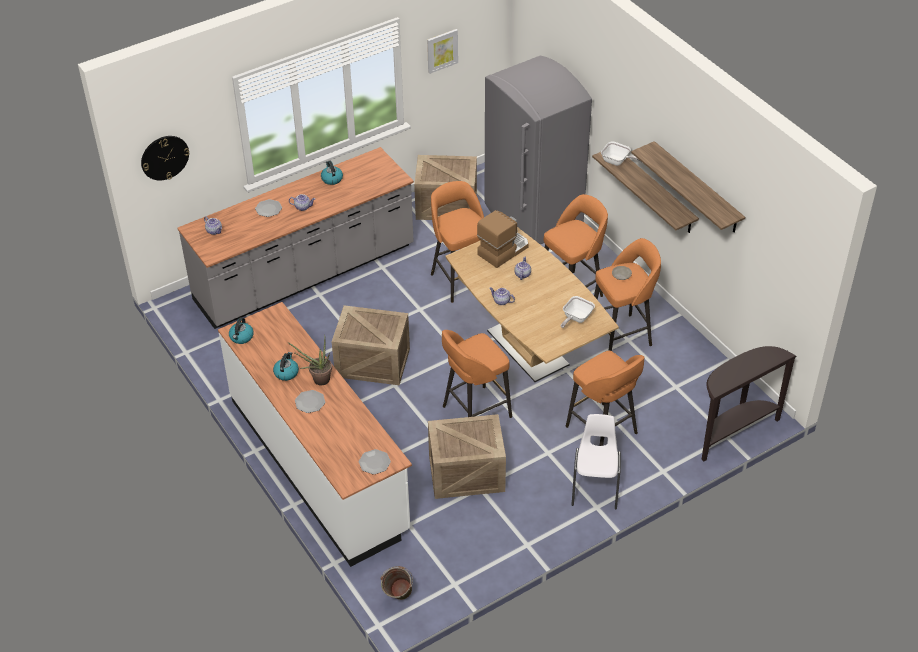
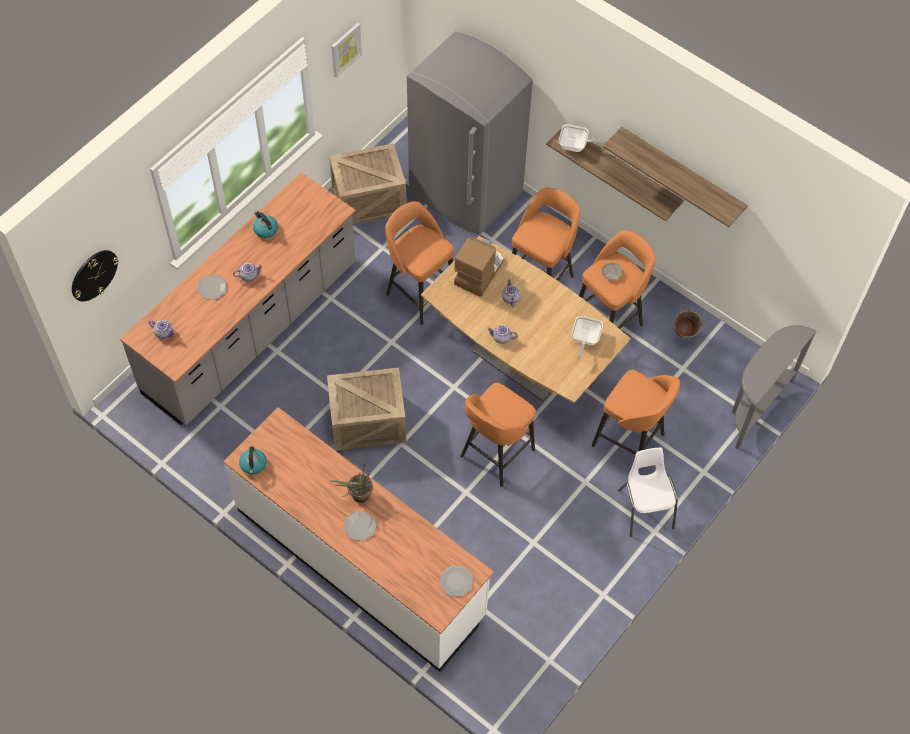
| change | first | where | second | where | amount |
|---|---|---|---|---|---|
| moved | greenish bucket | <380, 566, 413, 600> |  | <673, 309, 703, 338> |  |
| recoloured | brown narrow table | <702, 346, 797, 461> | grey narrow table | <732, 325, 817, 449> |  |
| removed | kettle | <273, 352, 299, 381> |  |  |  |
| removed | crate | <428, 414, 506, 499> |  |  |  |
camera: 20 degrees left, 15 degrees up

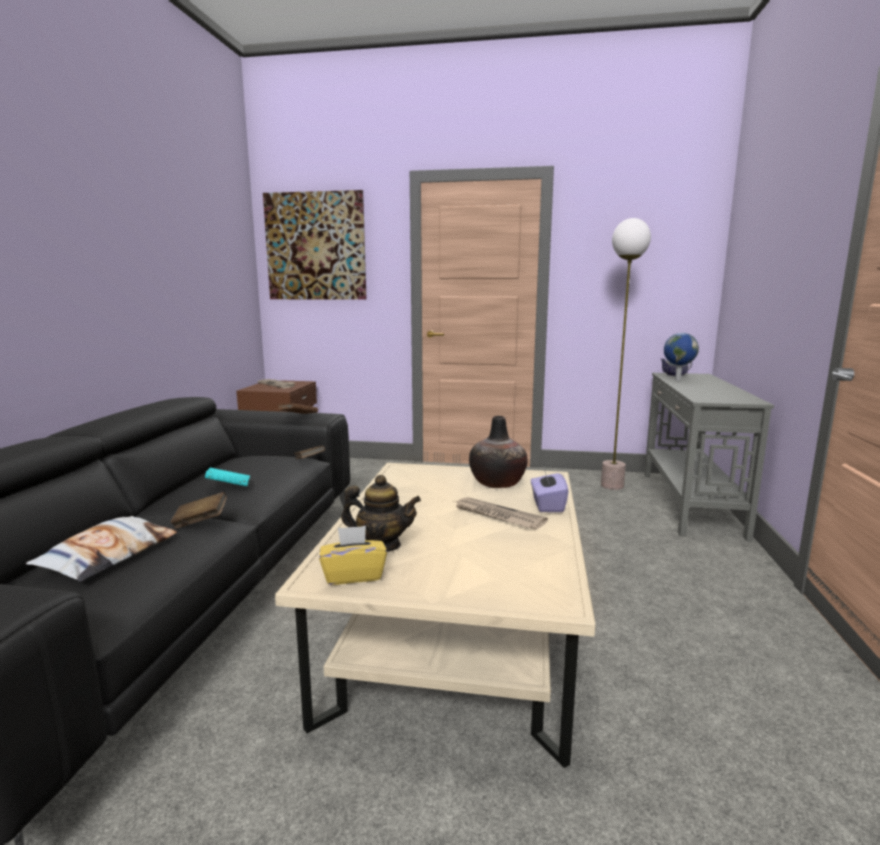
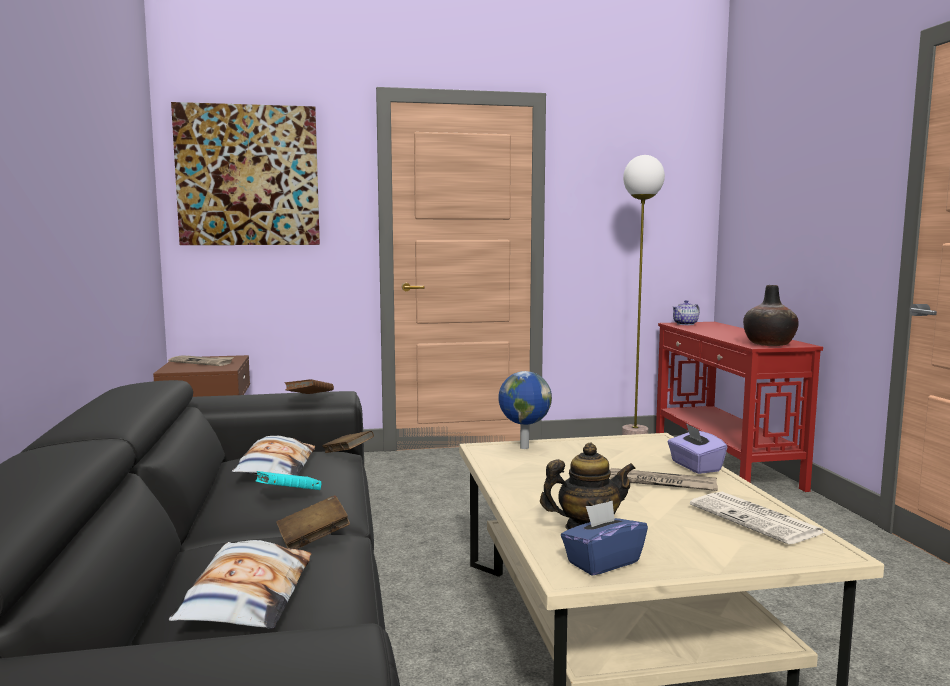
| change | first | where | second | where | amount |
|---|---|---|---|---|---|
| added |  |  | cushion | <232, 436, 315, 476> |  |
| moved | globe | <664, 333, 699, 380> |  | <498, 371, 552, 449> |  |
| recoloured | yellow tissue holder | <319, 526, 387, 585> | blue tissue holder | <561, 500, 648, 576> |  |
| recoloured | grey narrow table | <644, 373, 774, 541> | red-coloured narrow table | <656, 322, 823, 492> |  |
| added |  |  | daily paper | <690, 492, 826, 544> |  |
| moved | decorative vase | <469, 416, 528, 488> |  | <743, 285, 799, 346> |  |
camera: 20 degrees left, 5 degrees down

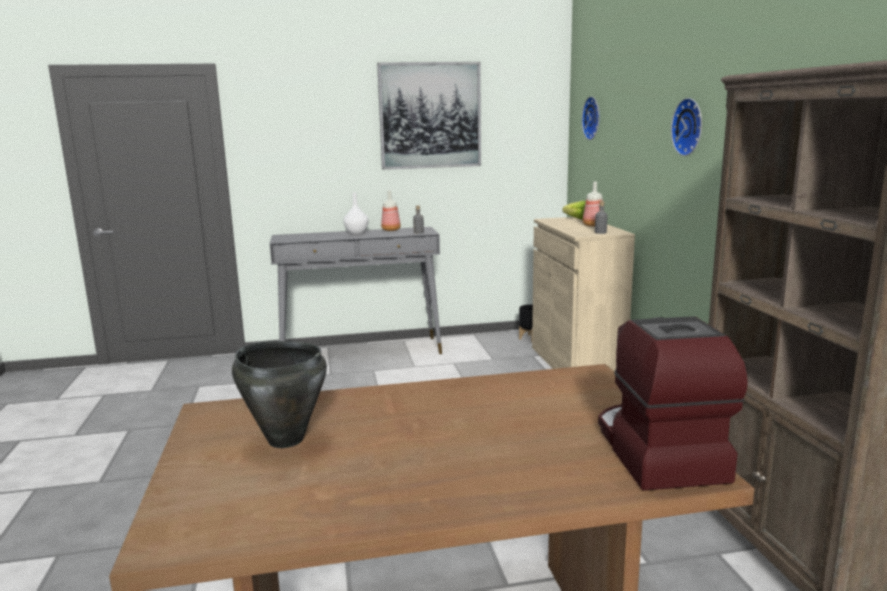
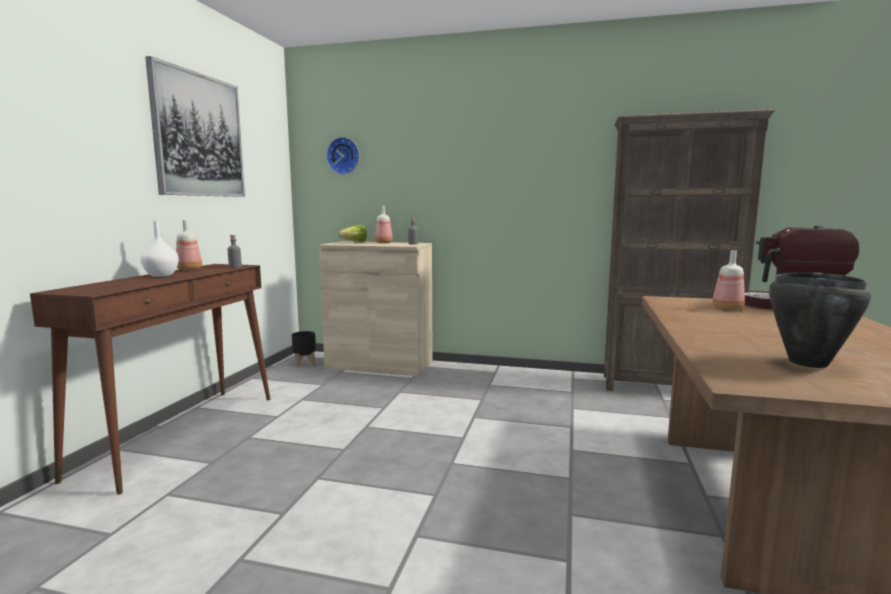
| change | first | where | second | where | amount |
|---|---|---|---|---|---|
| recoloured | grey narrow table | <269, 227, 442, 354> | brown narrow table | <30, 264, 270, 495> |  |
| added |  |  | bottle | <712, 250, 745, 310> |  |
| removed | clock on the wall | <671, 98, 702, 156> |  |  |  |
camera: 65 degrees left, 5 degrees down

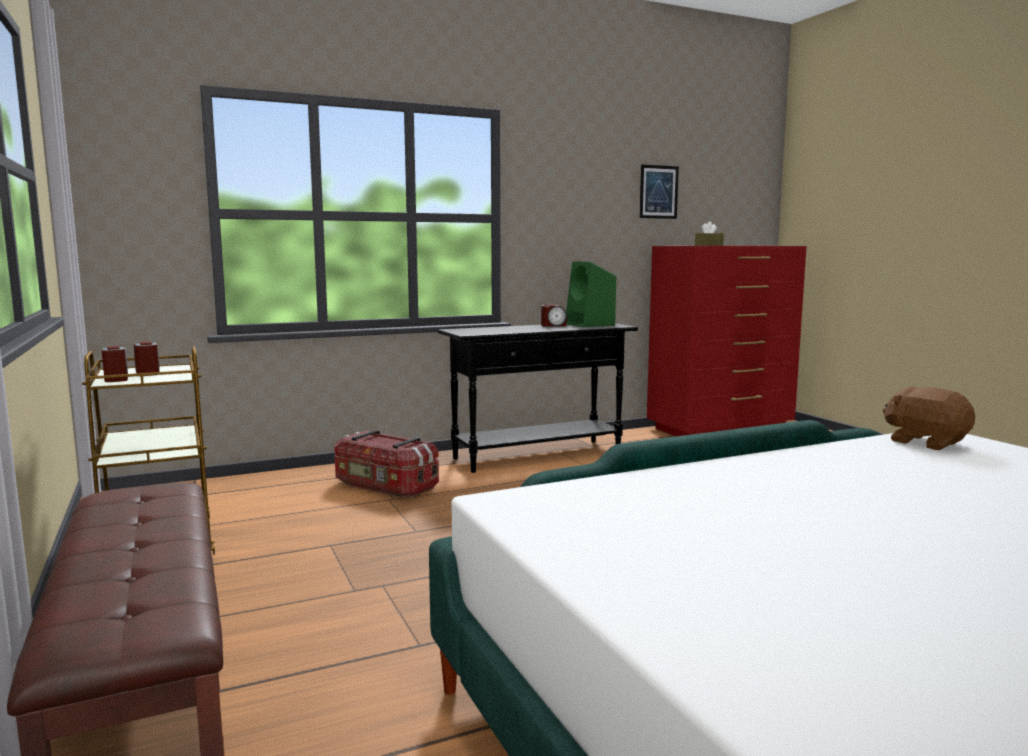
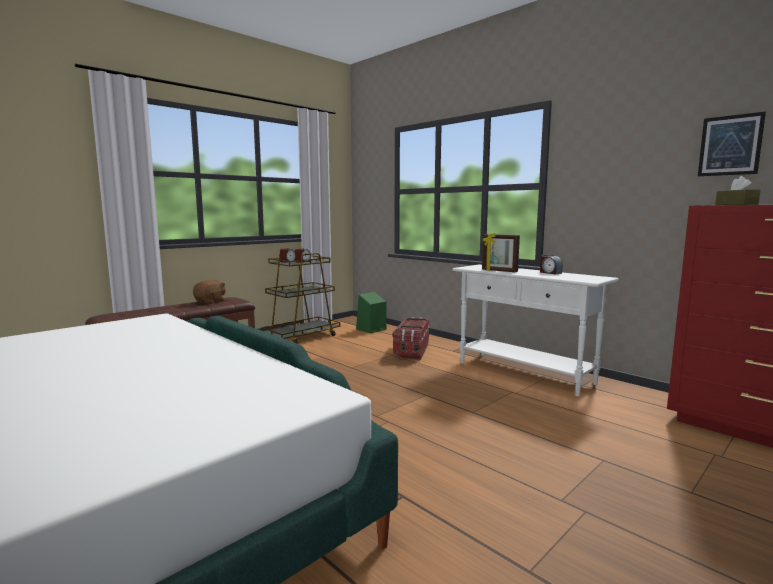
| change | first | where | second | where | amount |
|---|---|---|---|---|---|
| moved | brown cuddly toy | <883, 387, 975, 450> |  | <193, 280, 226, 304> |  |
| moved | greenish speaker | <566, 261, 616, 327> |  | <356, 292, 387, 333> |  |
| recoloured | black-coloured narrow table | <438, 323, 638, 473> | whitish narrow table | <452, 264, 619, 396> |  |
| added |  |  | photo frame | <482, 233, 520, 272> |  |
camera: 70 degrees right, 0 degrees up

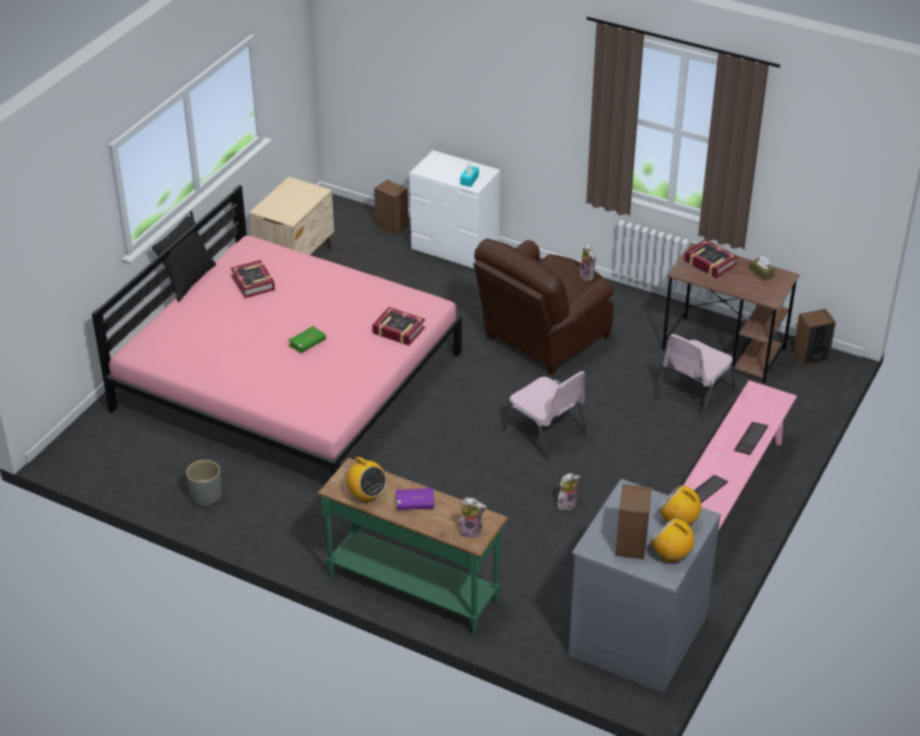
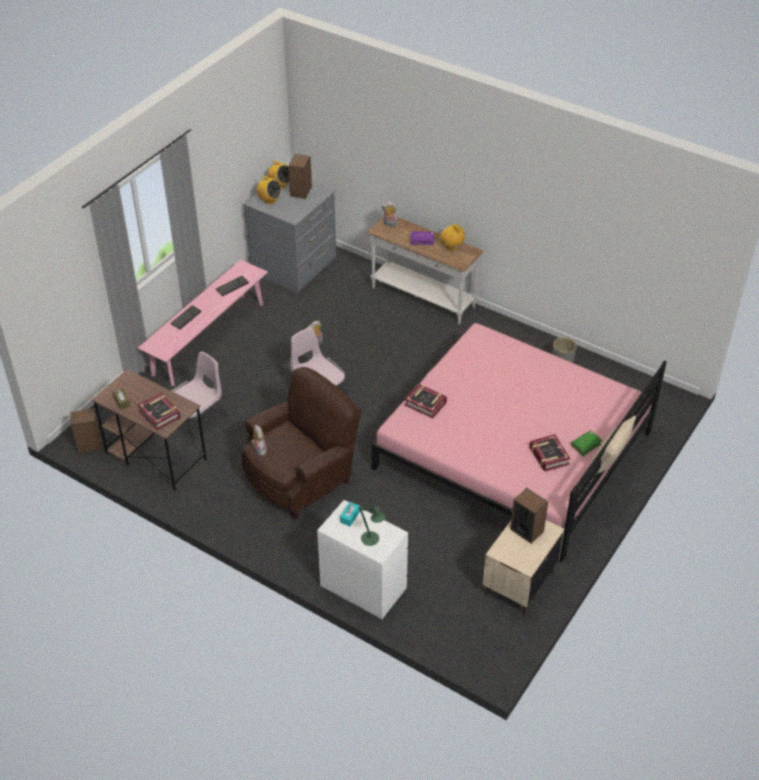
| change | first | where | second | where | amount |
|---|---|---|---|---|---|
| added |  |  | greenish tabletop lamp | <359, 505, 385, 546> |  |
| recoloured | greenish narrow table | <317, 458, 508, 635> | whitish narrow table | <366, 216, 483, 325> |  |
| moved | speaker | <374, 180, 408, 236> |  | <510, 488, 548, 544> |  |
| moved | greenish volume | <288, 326, 326, 353> |  | <571, 431, 603, 456> |  |
| recoloured | black-coloured cushion | <152, 211, 216, 302> | beige cushion | <590, 415, 636, 477> |  |
camera: 175 degrees left, 5 degrees up

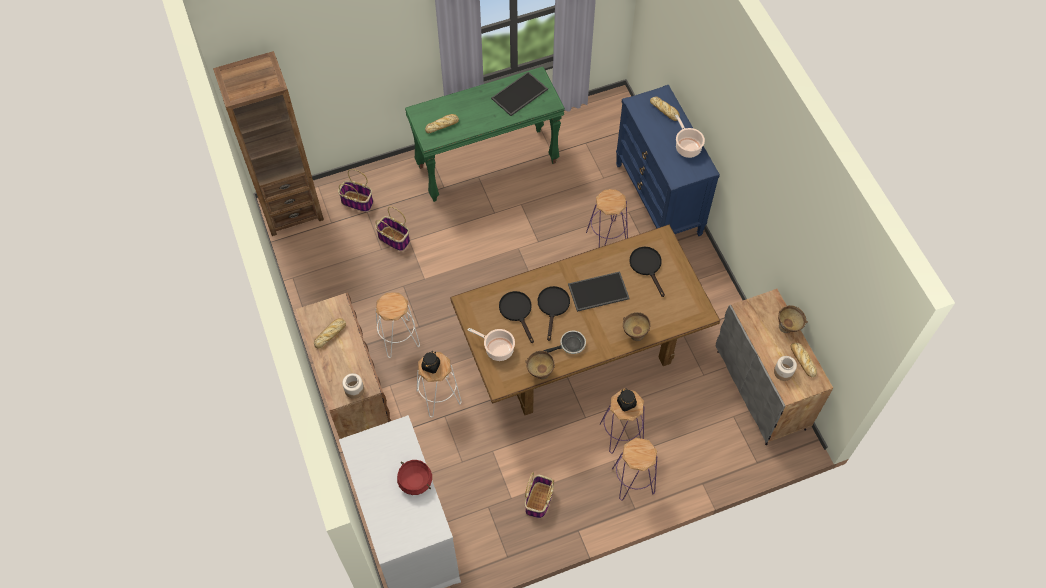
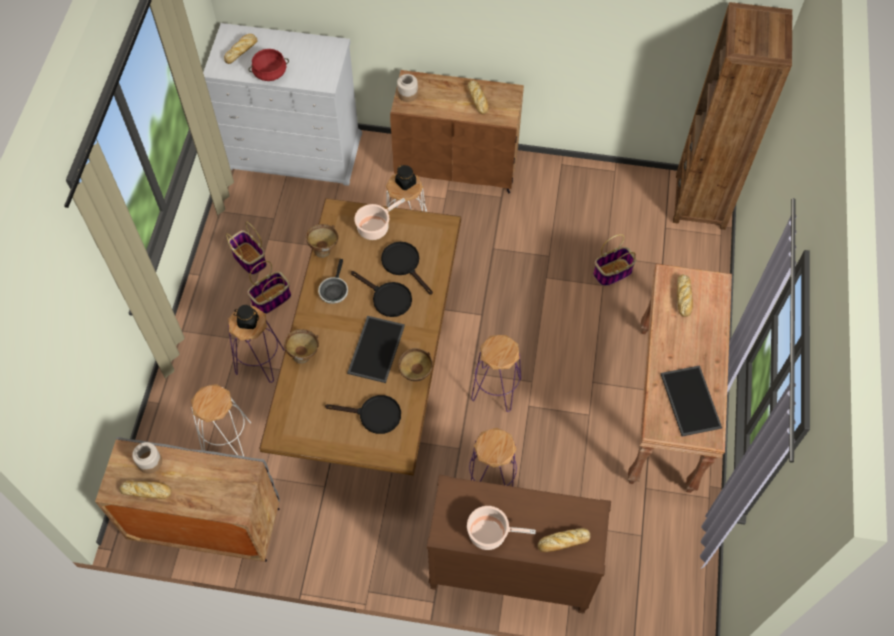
| change | first | where | second | where | amount |
|---|---|---|---|---|---|
| moved | whitish stool | <376, 292, 420, 358> |  | <191, 384, 251, 456> |  |
| added |  |  | baked bread | <224, 34, 258, 64> |  |
| moved | household basket | <338, 169, 373, 212> |  | <247, 261, 291, 314> |  |
| turned | black-coloured pan | <499, 291, 534, 343> |  | <381, 242, 433, 295> | 135 degrees counterclockwise |
| moved | brown deep dish | <778, 305, 808, 333> |  | <398, 348, 433, 381> |  |
| recoloured | blue dresser | <616, 85, 720, 236> | brown dresser | <427, 475, 611, 613> |  |
| moved | purple stool | <612, 438, 657, 501> |  | <471, 335, 521, 412> |  |
| recoloured | greenish narrow table | <405, 67, 565, 202> | brown narrow table | <628, 264, 732, 493> |  |
camera: 120 degrees right, 0 degrees up

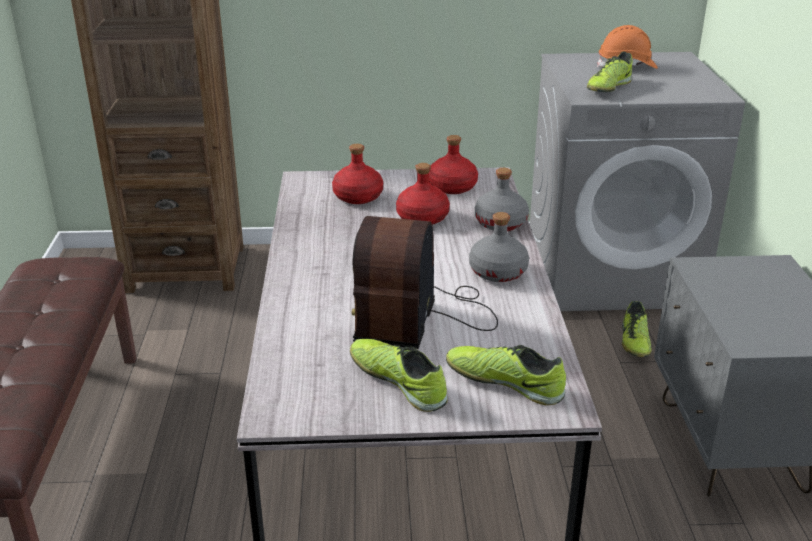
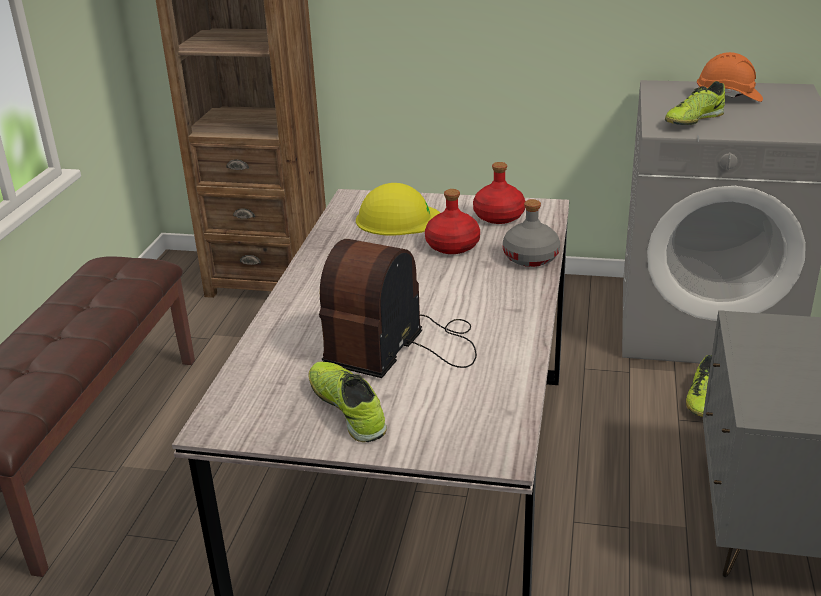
| change | first | where | second | where | amount |
|---|---|---|---|---|---|
| replaced | red-coloured bottle | <332, 144, 383, 204> | yellow safety helmet | <356, 183, 440, 236> |  |
| removed | shoe | <446, 345, 566, 405> |  |  |  |
| removed | grey bottle | <469, 212, 529, 282> |  |  |  |
camera: 15 degrees right, 0 degrees up

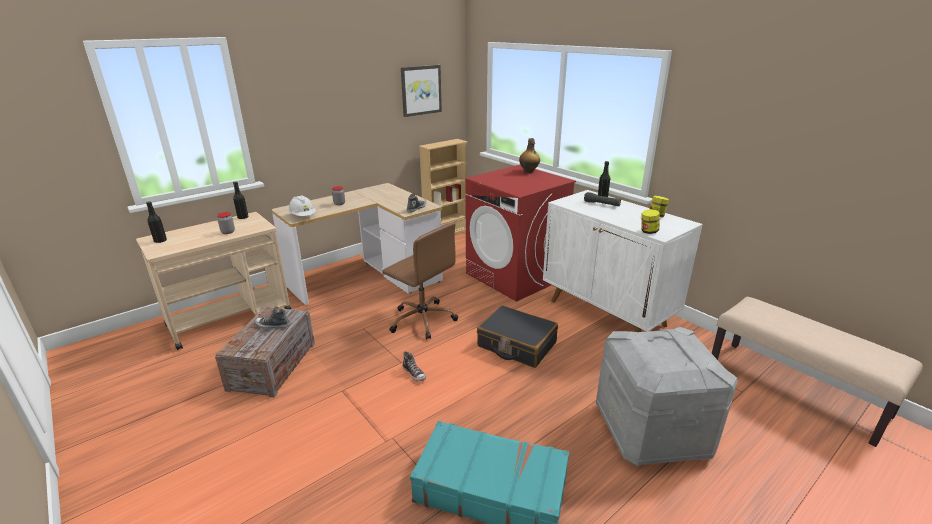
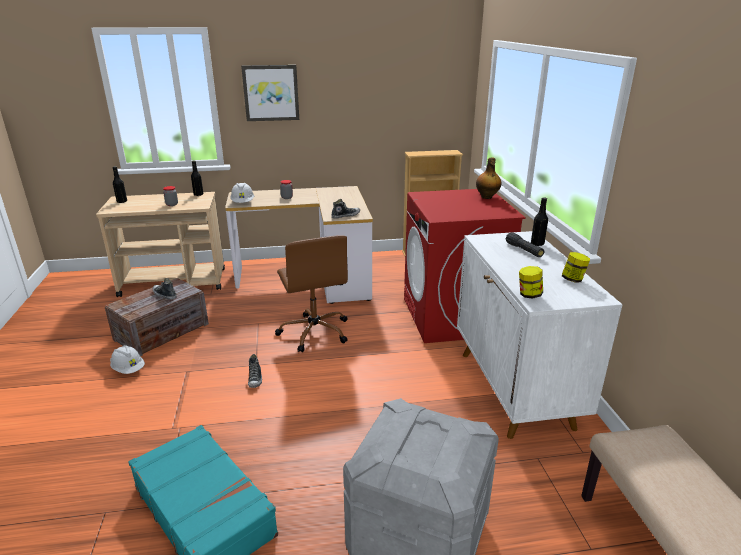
| change | first | where | second | where | amount |
|---|---|---|---|---|---|
| added |  |  | whitish safety helmet | <110, 345, 145, 374> |  |
| moved | picture | <401, 65, 442, 117> |  | <241, 65, 299, 121> |  |
| removed | black-coloured suitcase | <477, 305, 558, 368> |  |  |  |
camera: 30 degrees right, 0 degrees up

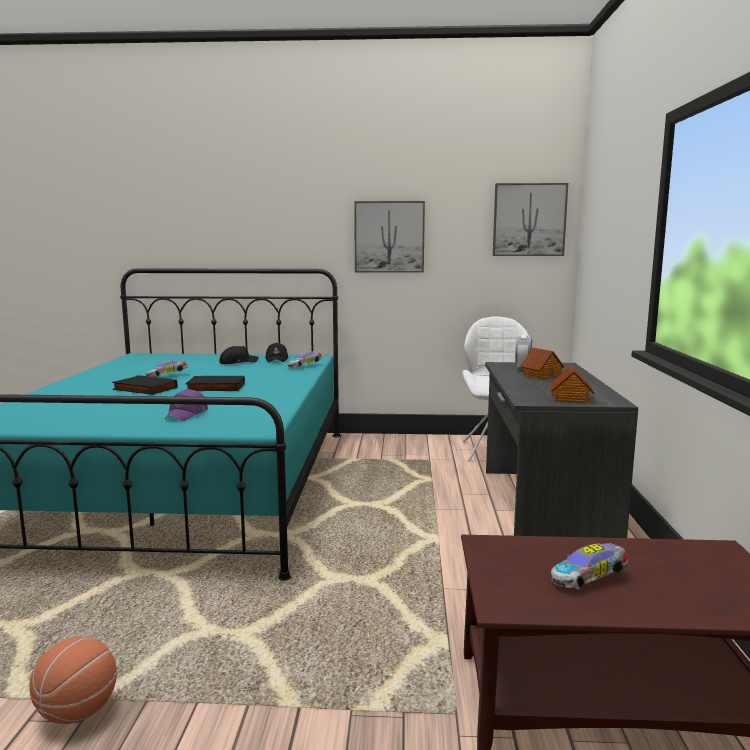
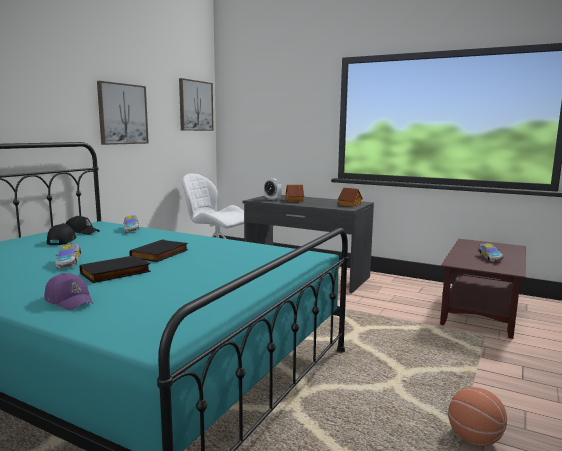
| change | first | where | second | where | amount |
|---|---|---|---|---|---|
| moved | purple baseball cap | <165, 389, 208, 421> |  | <44, 273, 93, 310> |  |
camera: 65 degrees left, 0 degrees up

